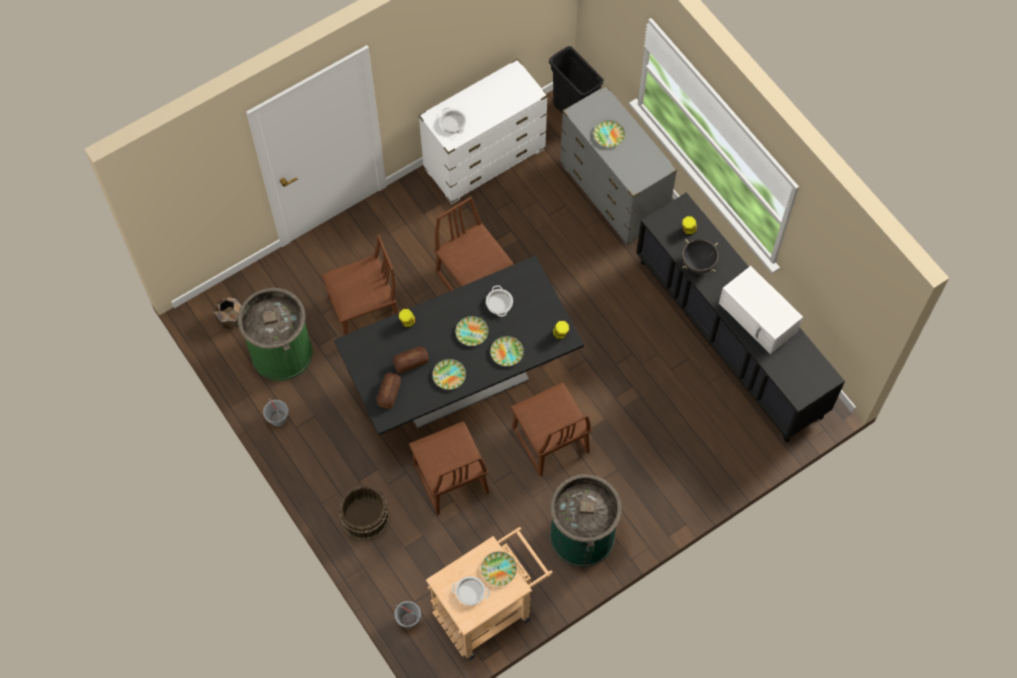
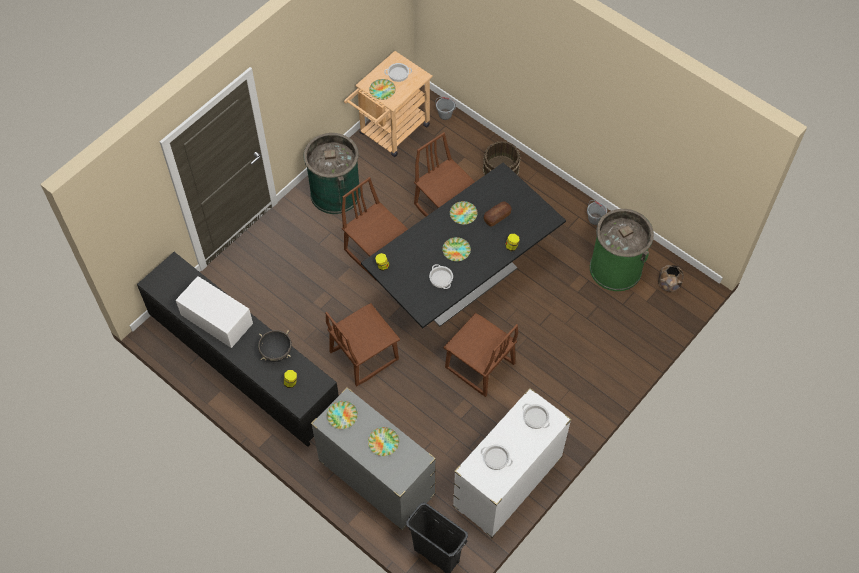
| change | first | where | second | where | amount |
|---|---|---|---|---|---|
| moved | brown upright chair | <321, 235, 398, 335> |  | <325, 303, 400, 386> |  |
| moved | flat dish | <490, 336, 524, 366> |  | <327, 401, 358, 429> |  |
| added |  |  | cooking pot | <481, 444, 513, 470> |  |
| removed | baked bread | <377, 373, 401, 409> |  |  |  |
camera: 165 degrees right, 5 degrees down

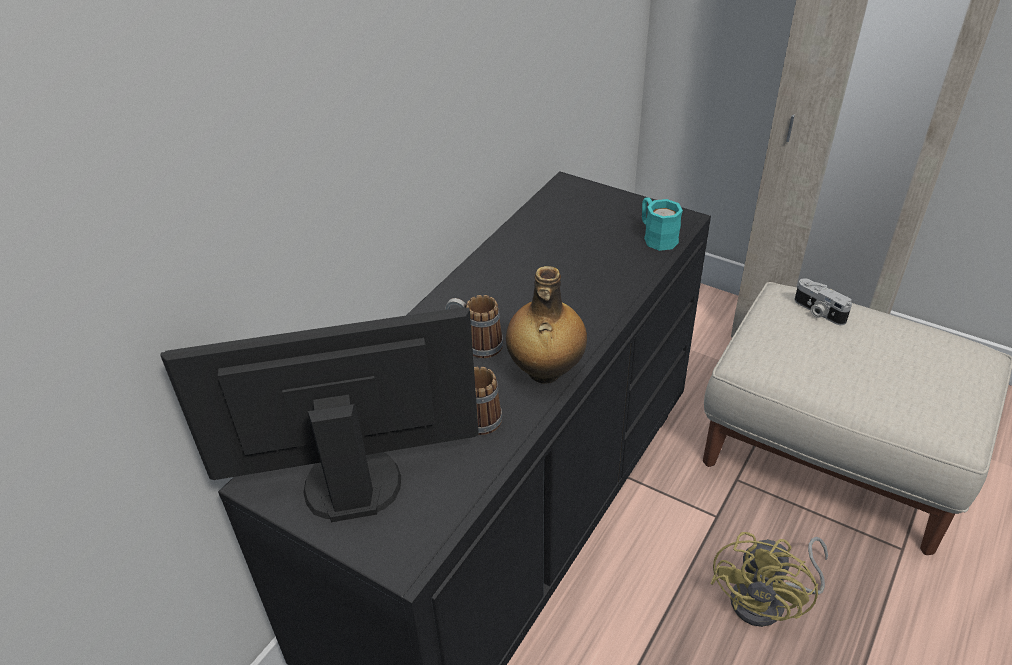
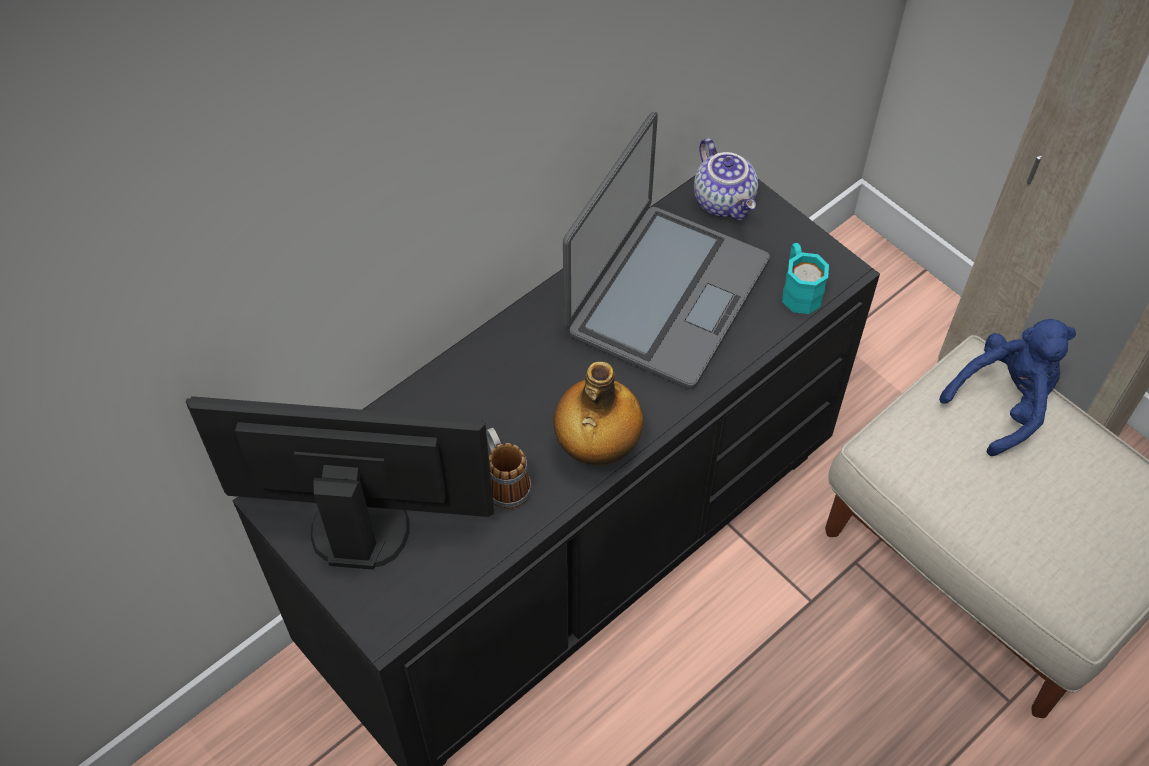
| change | first | where | second | where | amount |
|---|---|---|---|---|---|
| added |  |  | laptop | <563, 112, 770, 389> |  |
| added |  |  | teapot | <694, 138, 758, 220> |  |
| replaced | photo camera | <794, 278, 852, 325> | blue cuddly toy | <939, 319, 1076, 456> |  |
| removed | mug | <445, 295, 503, 358> |  |  |  |
| removed | yellow fan | <711, 532, 828, 627> |  |  |  |
camera: 15 degrees right, 15 degrees up

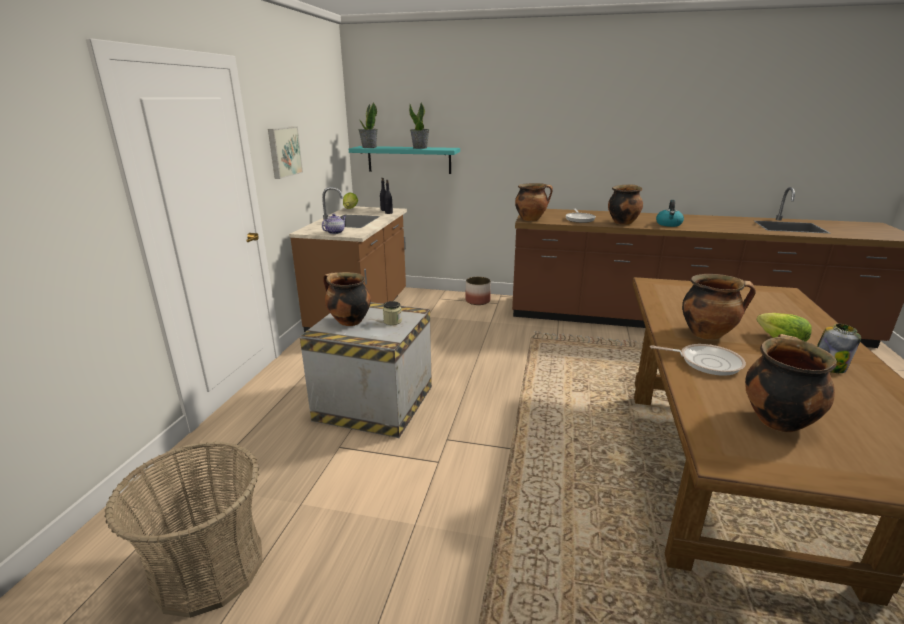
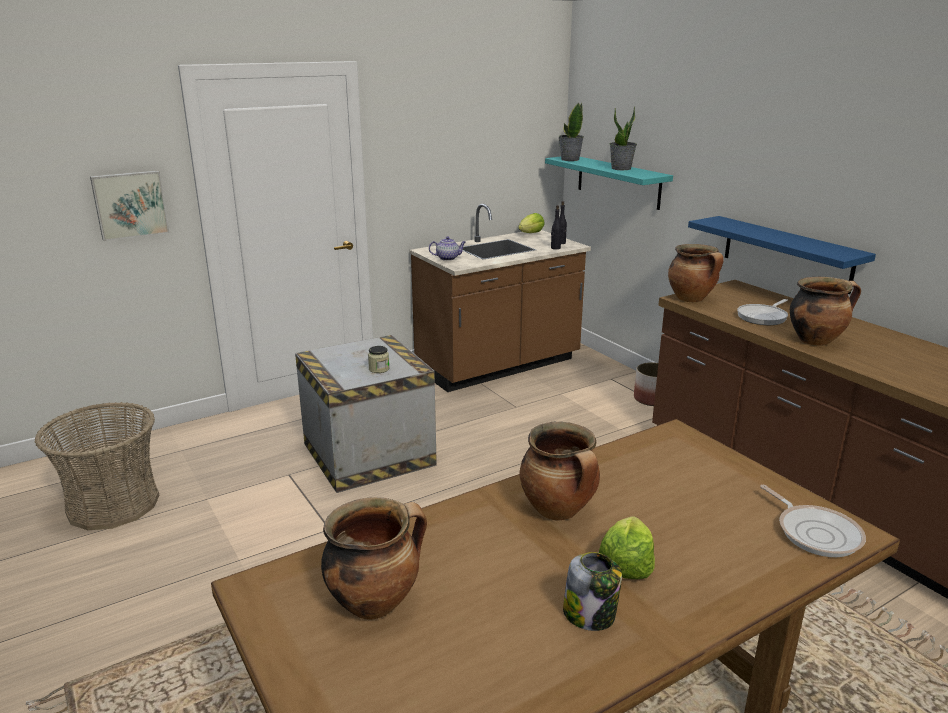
| change | first | where | second | where | amount |
|---|---|---|---|---|---|
| moved | picture | <268, 126, 303, 179> |  | <90, 170, 170, 241> |  |
| added |  |  | blue shelf | <688, 216, 876, 294> |  |
| moved | pan | <650, 344, 746, 376> |  | <760, 485, 866, 557> |  |
| removed | cooking pot | <323, 272, 371, 326> |  |  |  |
| removed | kettle | <656, 200, 684, 227> |  |  |  |
camera: 45 degrees right, 0 degrees up

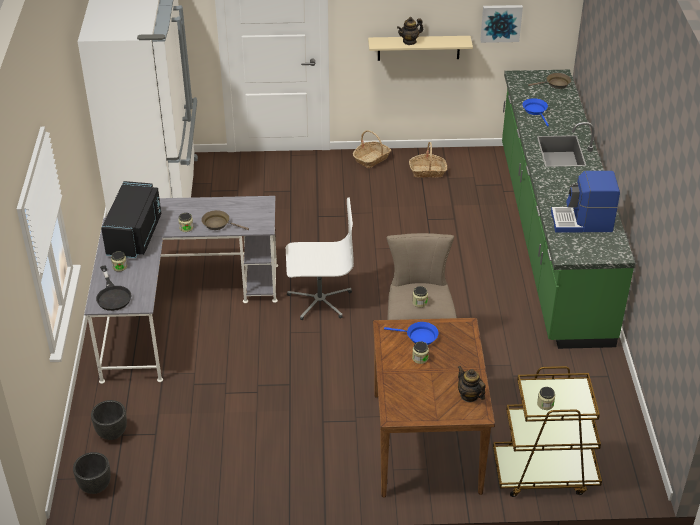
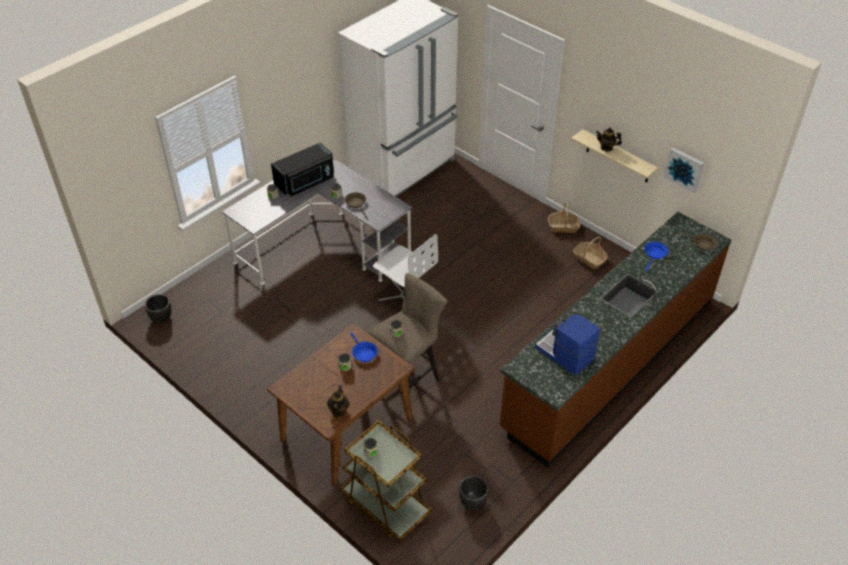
| change | first | where | second | where | amount |
|---|---|---|---|---|---|
| moved | black-coloured planter | <91, 400, 127, 440> |  | <459, 476, 489, 510> |  |
| recoloured | greenish counter | <502, 70, 635, 349> | brown counter | <500, 212, 731, 468> |  |
| removed | black-coloured pan | <96, 265, 132, 311> |  |  |  |
camera: 45 degrees right, 5 degrees up

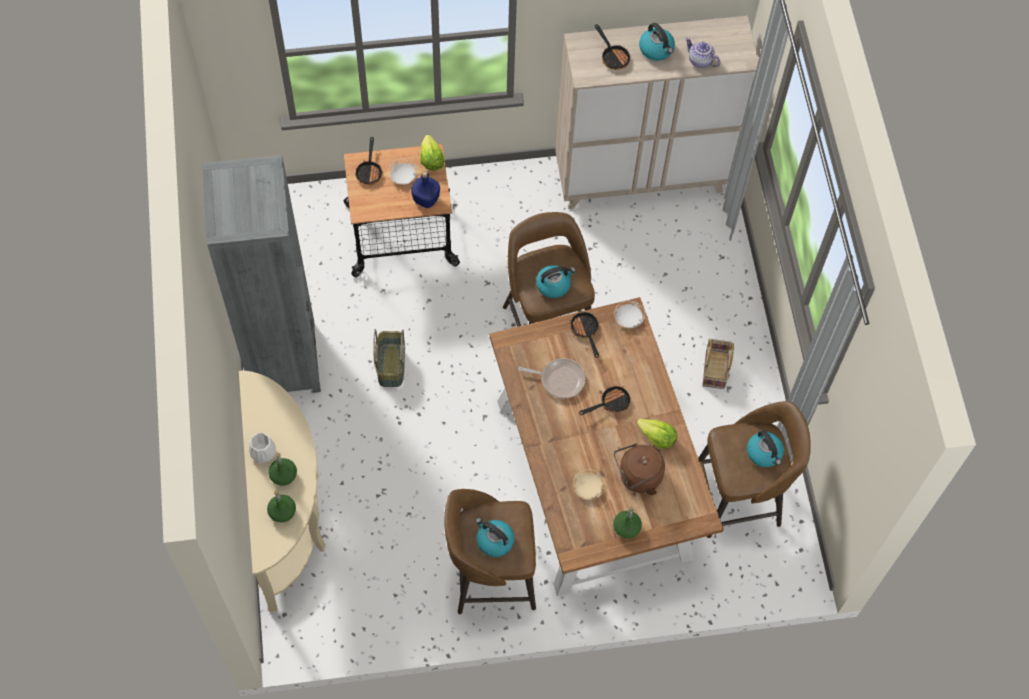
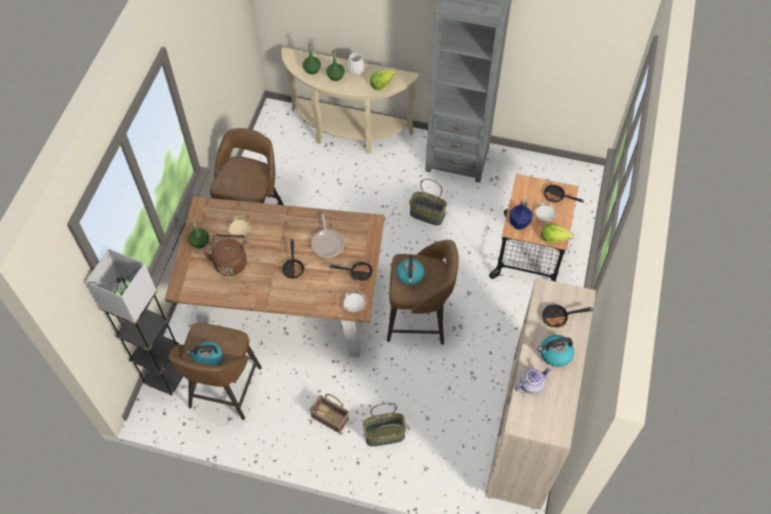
| change | first | where | second | where | amount |
|---|---|---|---|---|---|
| added |  |  | grey standing lamp | <85, 249, 183, 396> |  |
| turned | pan | <518, 358, 585, 399> |  | <311, 214, 344, 258> | 45 degrees counterclockwise |
| added |  |  | household basket | <363, 403, 406, 447> |  |
| moved | head of lettuce | <636, 418, 678, 449> |  | <370, 70, 396, 90> |  |
| removed | kettle | <475, 518, 514, 557> |  |  |  |
camera: 115 degrees right, 5 degrees down

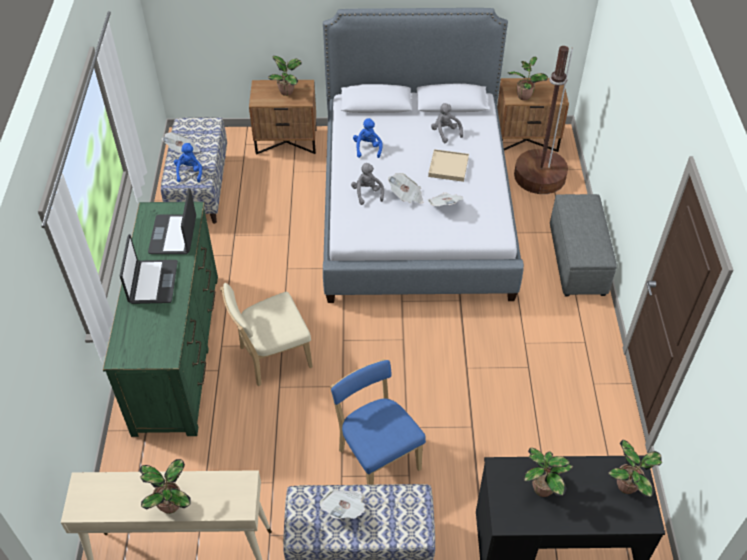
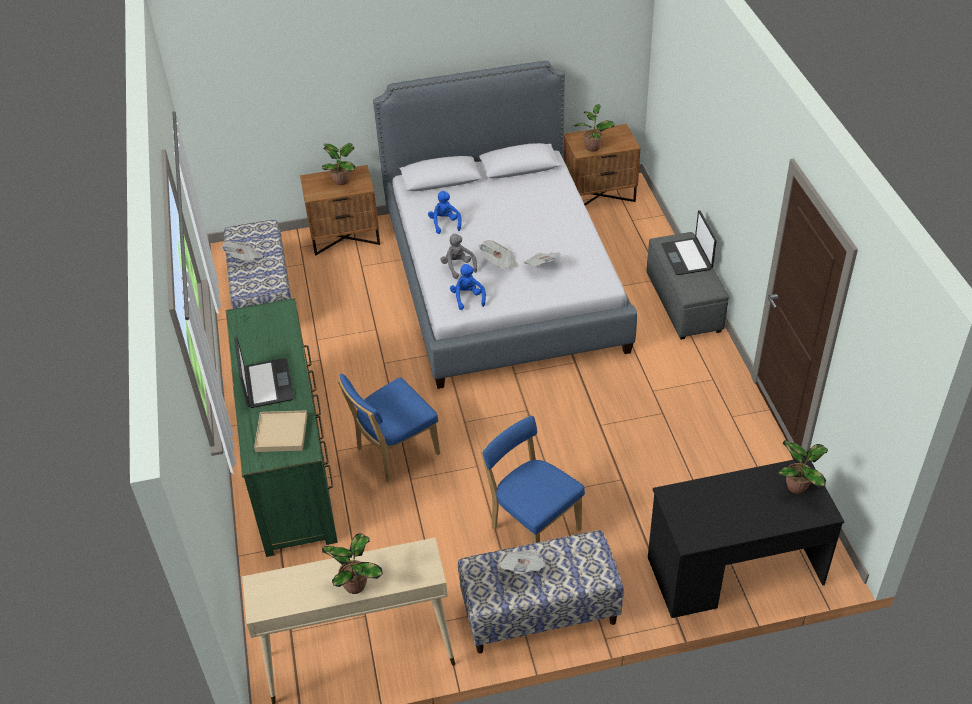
| change | first | where | second | where | amount |
|---|---|---|---|---|---|
| moved | beige carrying tray | <428, 149, 469, 182> |  | <254, 411, 307, 452> |  |
| recoloured | beige upright chair | <220, 283, 313, 386> | blue upright chair | <337, 373, 440, 482> |  |
| moved | blue cuddly toy | <174, 143, 202, 182> |  | <450, 264, 486, 310> |  |
| moved | laptop | <148, 188, 196, 254> |  | <661, 210, 717, 275> |  |
| removed | grey cuddly toy | <431, 103, 463, 143> |  |  |  |
| removed | brown standing lamp | <514, 46, 573, 194> |  |  |  |
| removed | plant in a pot | <524, 448, 573, 497> |  |  |  |
camera: 10 degrees left, 5 degrees down

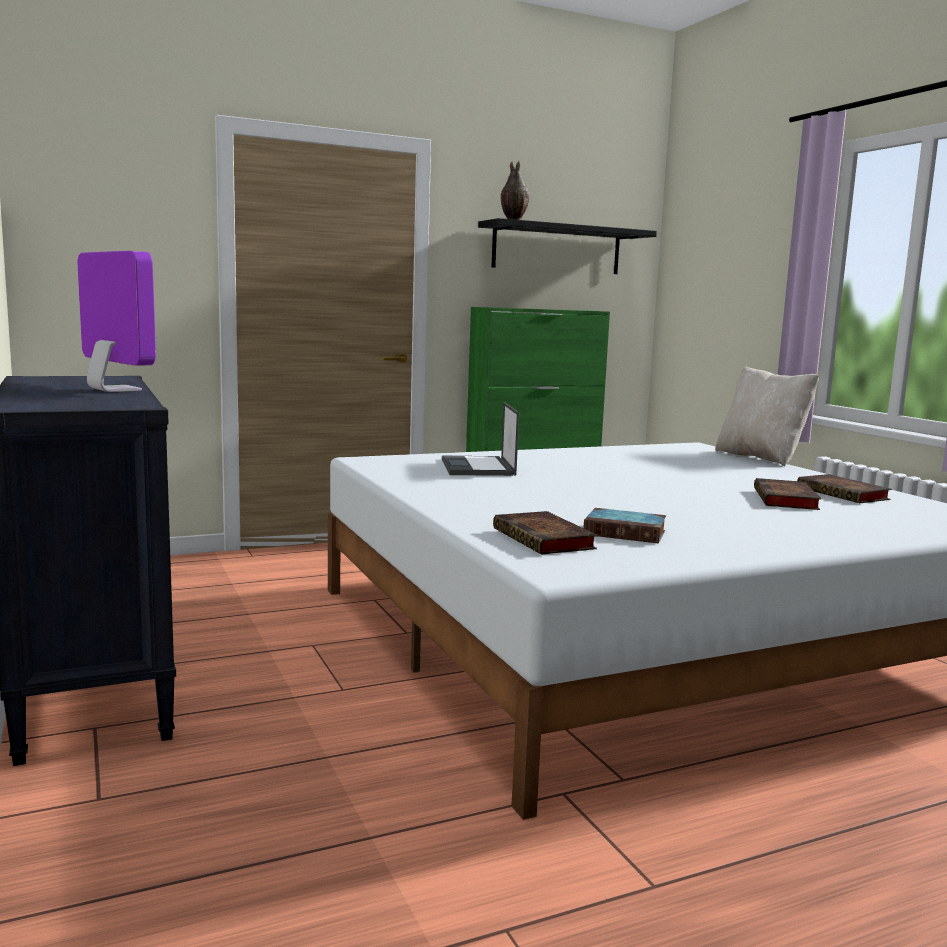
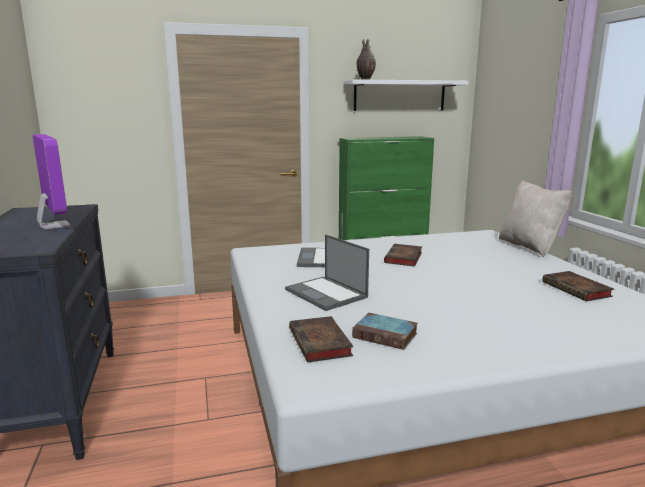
| change | first | where | second | where | amount |
|---|---|---|---|---|---|
| added |  |  | laptop | <285, 234, 369, 311> |  |
| recoloured | black-coloured shelf | <478, 218, 657, 274> | whitish shelf | <344, 79, 469, 111> |  |
| moved | volume | <754, 478, 821, 510> |  | <384, 244, 422, 267> |  |
camera: 10 degrees right, 5 degrees up

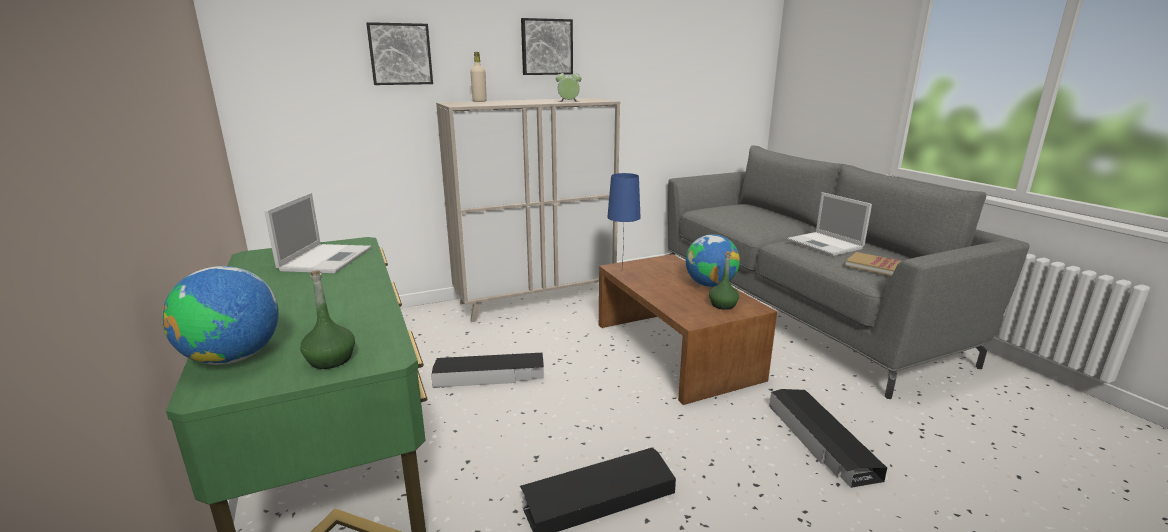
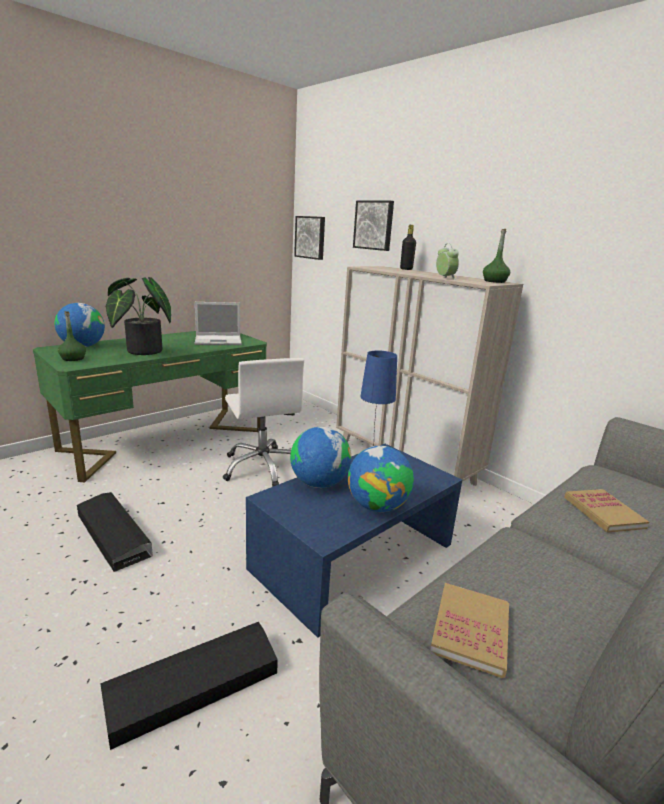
| change | first | where | second | where | amount |
|---|---|---|---|---|---|
| added |  |  | plant in a pot | <106, 277, 171, 355> |  |
| replaced | black-coloured storage container | <431, 353, 544, 388> | whitish desk chair | <223, 358, 304, 487> |  |
| recoloured | brown coffee table | <599, 254, 777, 405> | blue coffee table | <246, 444, 462, 638> |  |
| added |  |  | globe | <290, 427, 351, 488> |  |
| moved | picture | <521, 18, 573, 75> |  | <294, 216, 325, 260> |  |
| recoloured | beige bottle | <470, 52, 487, 102> | black-coloured bottle | <400, 225, 416, 270> |  |
| moved | greenish bottle | <709, 251, 739, 310> |  | <483, 229, 510, 283> |  |
| added |  |  | volume | <564, 489, 649, 533> |  |
| removed | laptop | <787, 192, 872, 256> |  |  |  |
camera: 70 degrees right, 0 degrees up

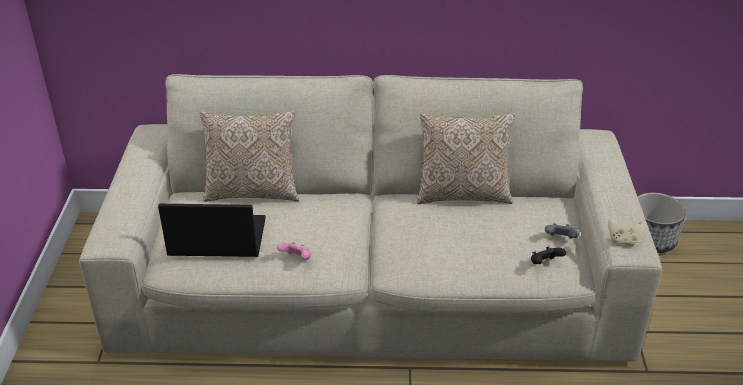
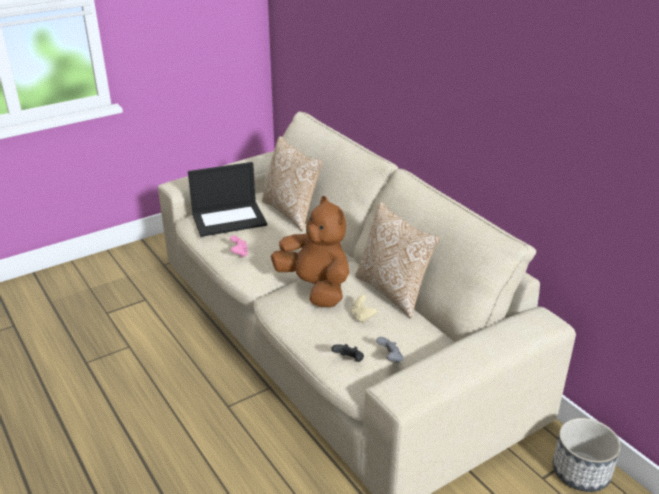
| change | first | where | second | where | amount |
|---|---|---|---|---|---|
| turned | laptop | <158, 204, 266, 257> |  | <188, 162, 267, 237> | 105 degrees clockwise |
| added |  |  | brown cuddly toy | <271, 196, 349, 307> |  |
| moved | beige gamepad | <608, 218, 644, 244> |  | <351, 295, 377, 323> |  |
camera: 55 degrees right, 5 degrees down

